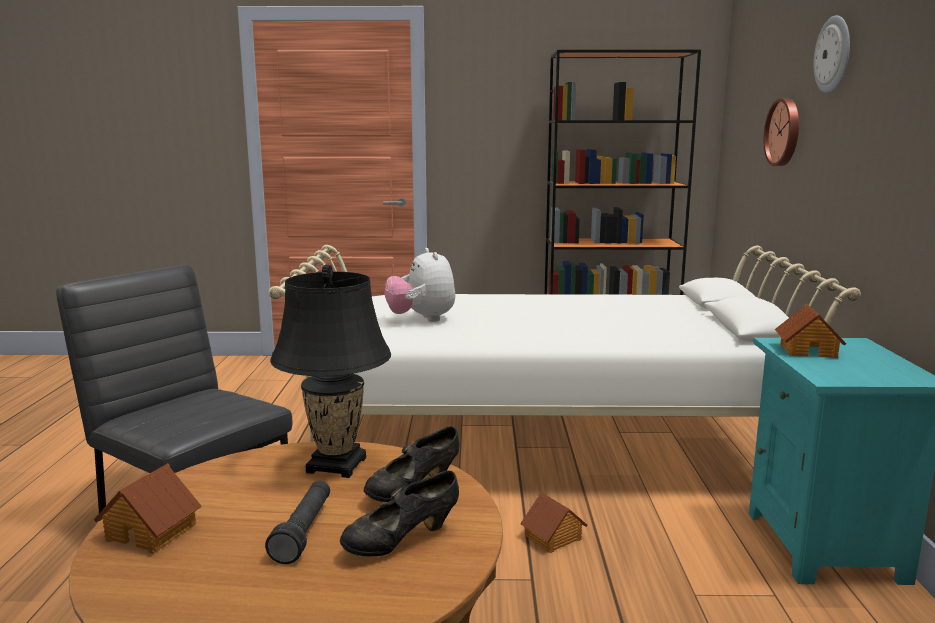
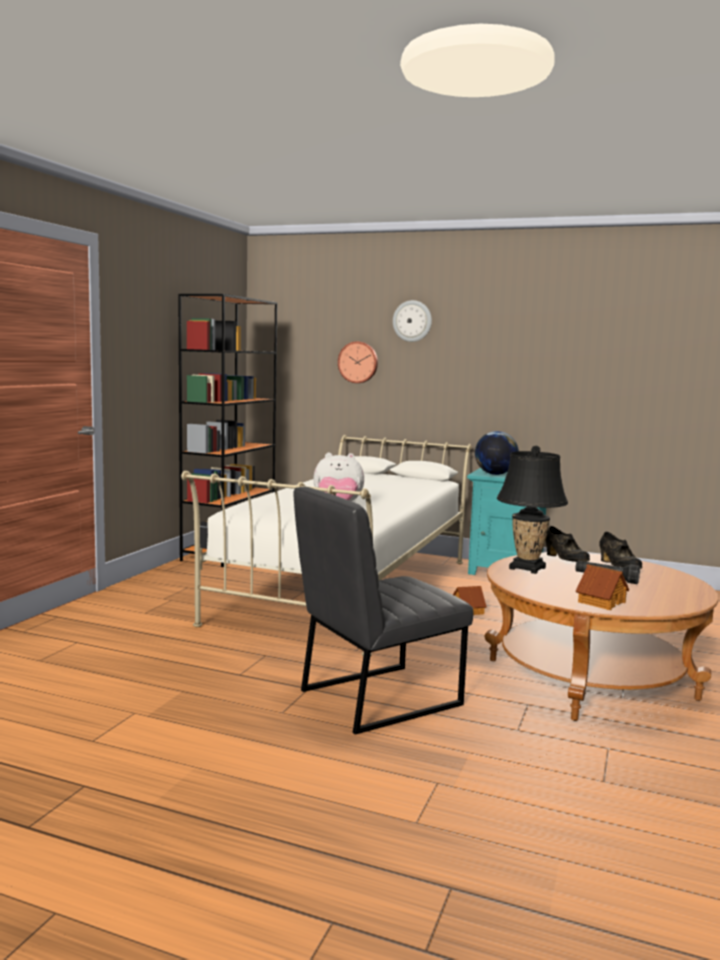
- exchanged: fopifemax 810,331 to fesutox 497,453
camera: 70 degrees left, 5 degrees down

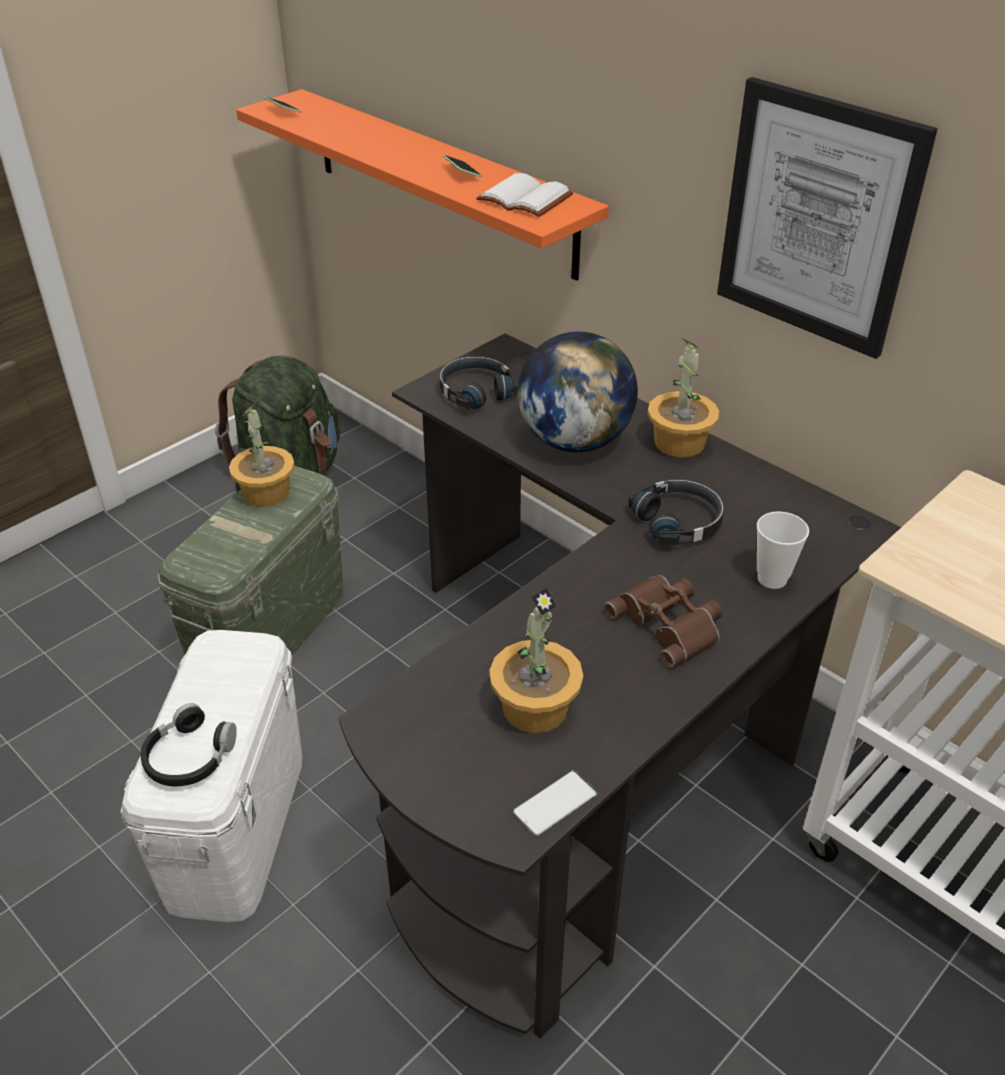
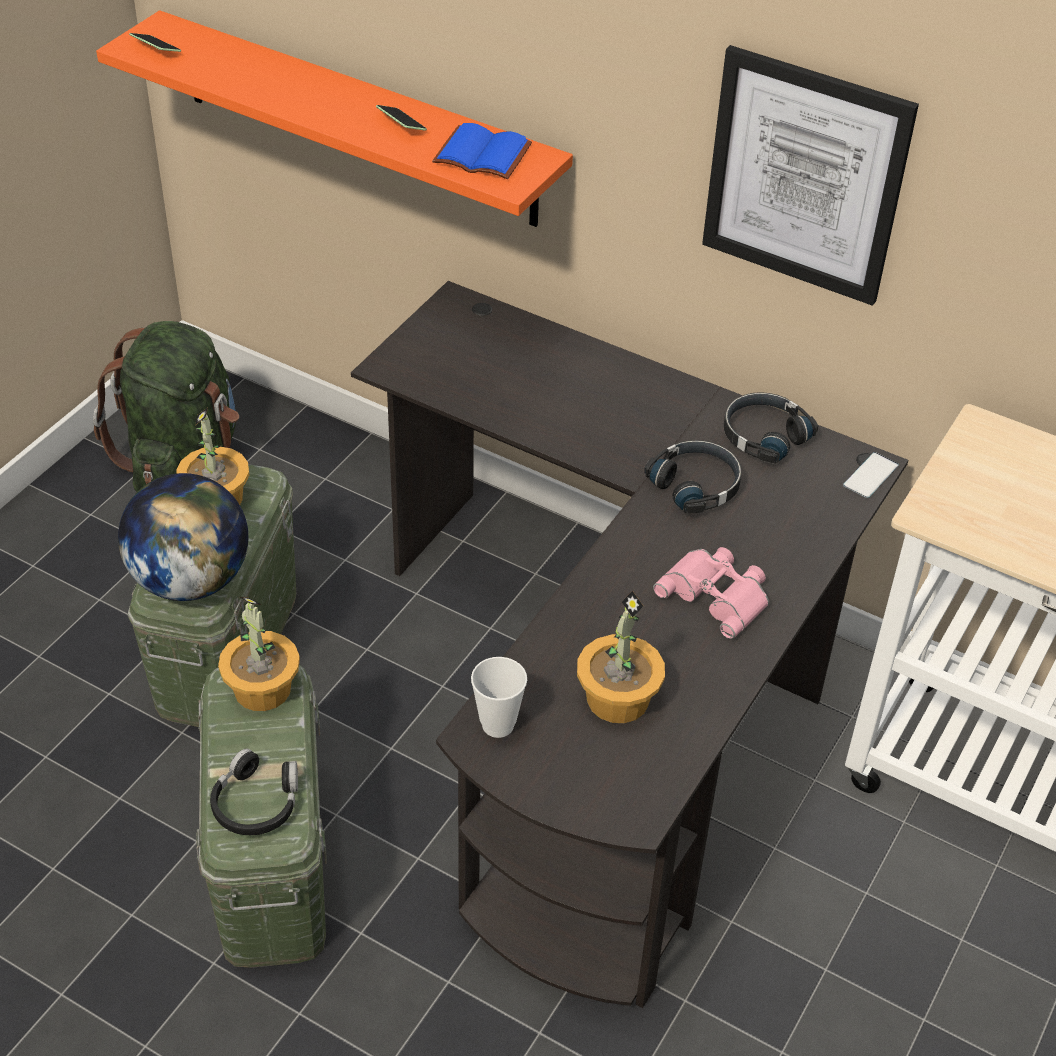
- relocated: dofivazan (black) 479,383 to 771,428
- relocated: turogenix 555,803 to 871,475
- relocated: fesutox 578,391 to 183,537
- relocated: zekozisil 683,398 to 259,654
- relocated: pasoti 783,550 to 499,697
- colour: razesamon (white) 211,776 to razesamon (green) 261,816
- colour: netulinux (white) 524,195 to netulinux (blue) 482,151
- colour: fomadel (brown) 663,621 to fomadel (pink) 711,593
camera: 15 degrees left, 5 degrees up

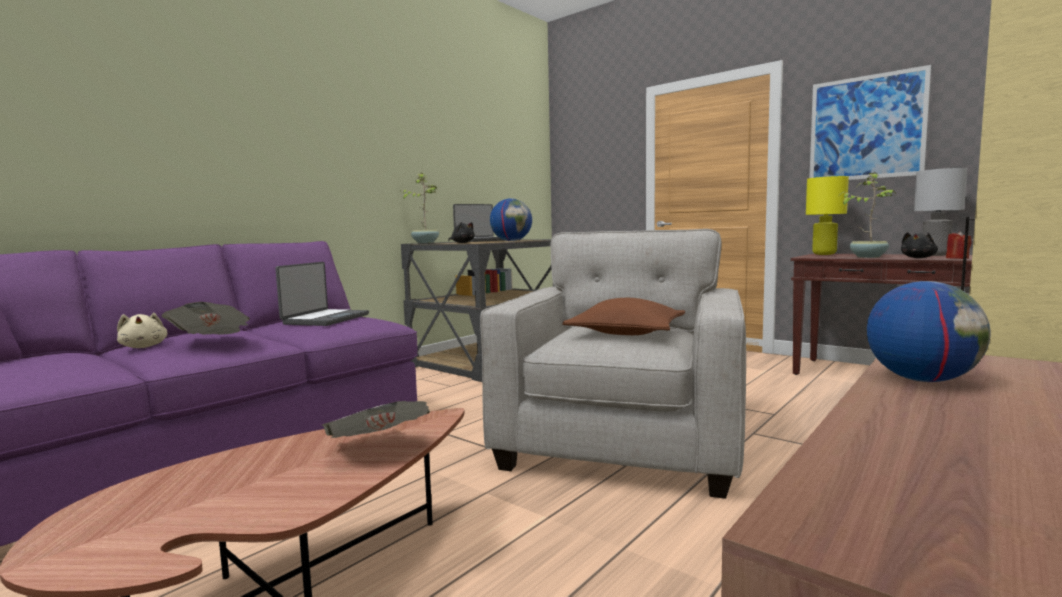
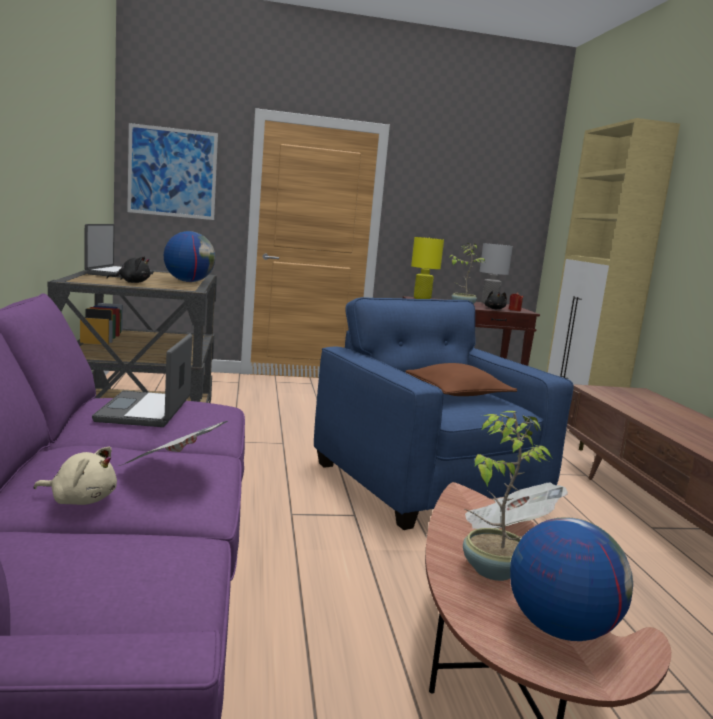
- relocated: zekozisil 421,208 to 508,496
- relocated: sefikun 870,122 to 172,171
- relocated: fesutox 928,331 to 571,579
- colour: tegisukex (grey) 613,364 to tegisukex (blue) 444,413
- spun: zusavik 322,294 = 142,380 150 degrees counterclockwise
camera: 50 degrees left, 5 degrees up

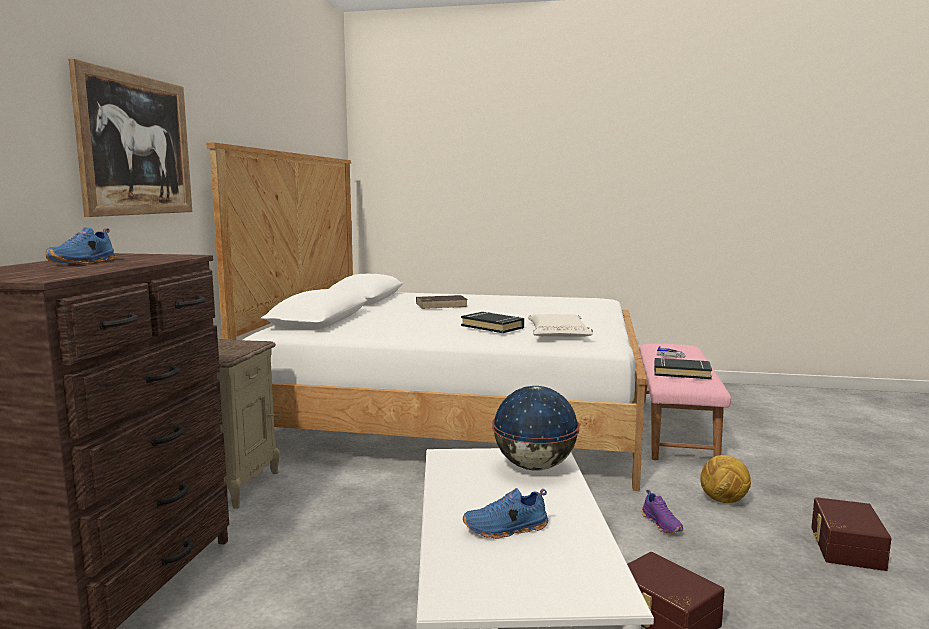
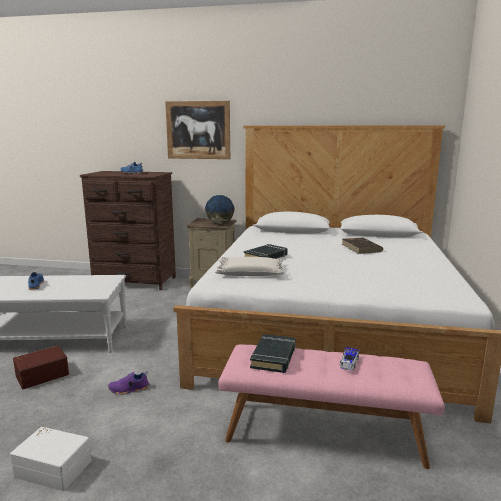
- missing: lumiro 725,479
- relocated: fesutox 536,428 to 220,209
- colour: razesamon (brown) 851,534 to razesamon (white) 51,459
camera: 90 degrees right, 5 degrees up

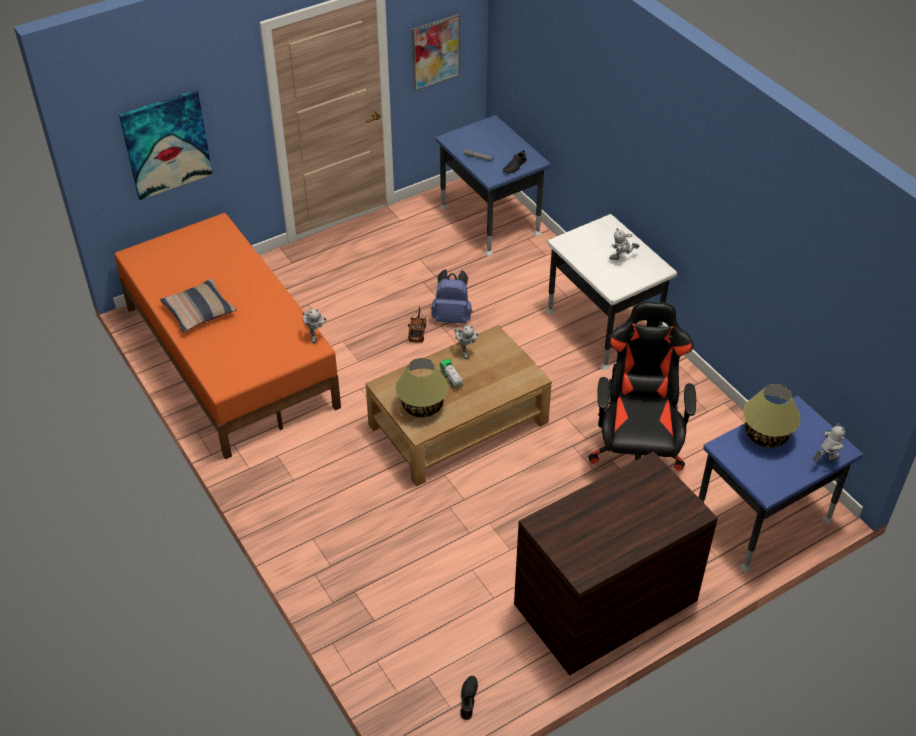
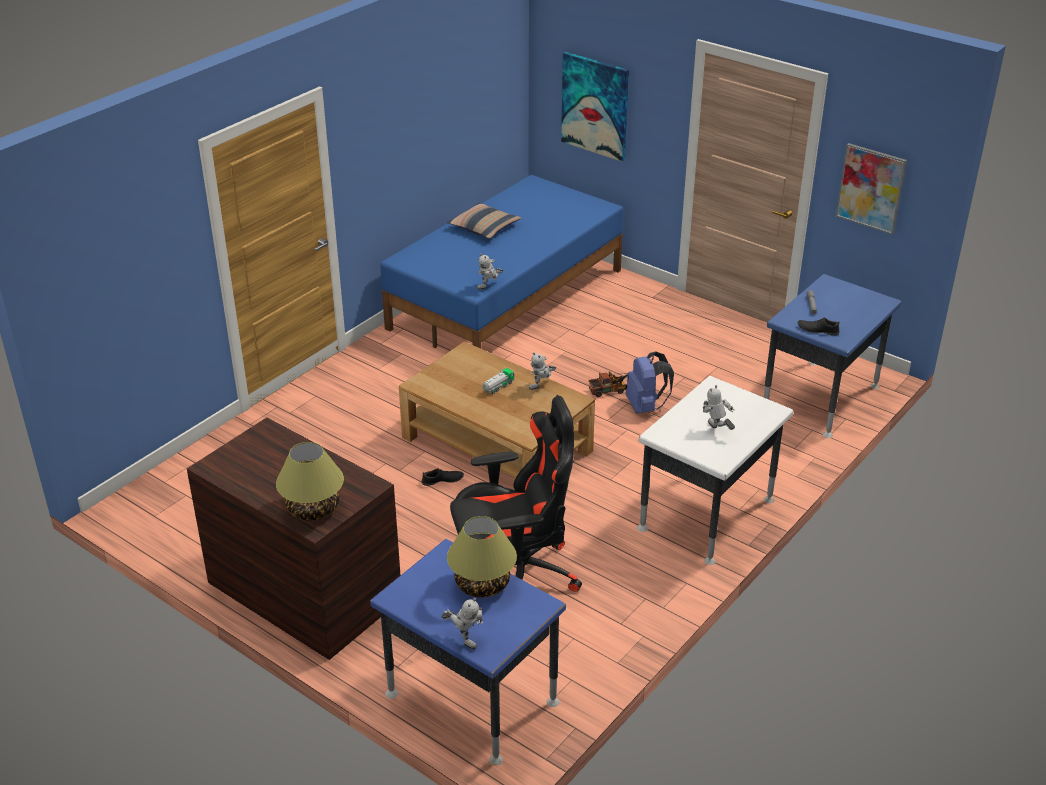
- relocated: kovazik 422,388 to 310,481
- relocated: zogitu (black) 469,698 to 443,477
- colour: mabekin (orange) 227,336 to mabekin (blue) 502,262
camera: 70 degrees right, 10 degrees down

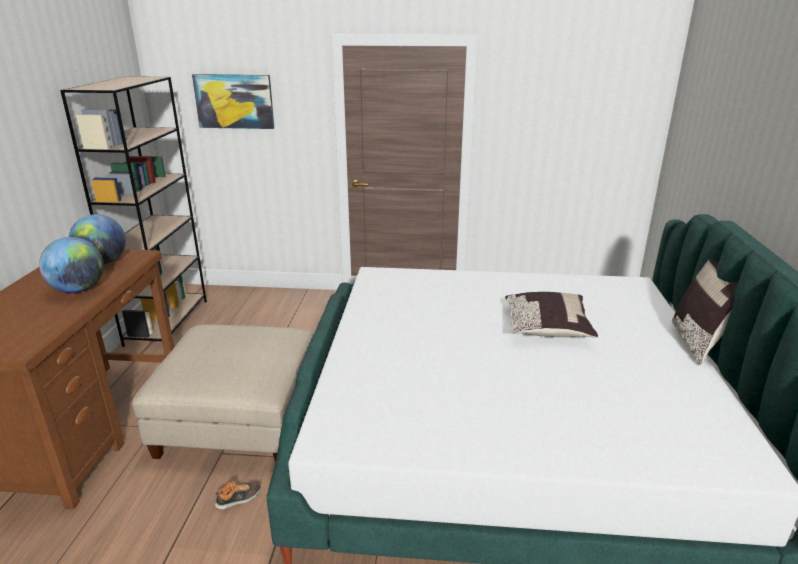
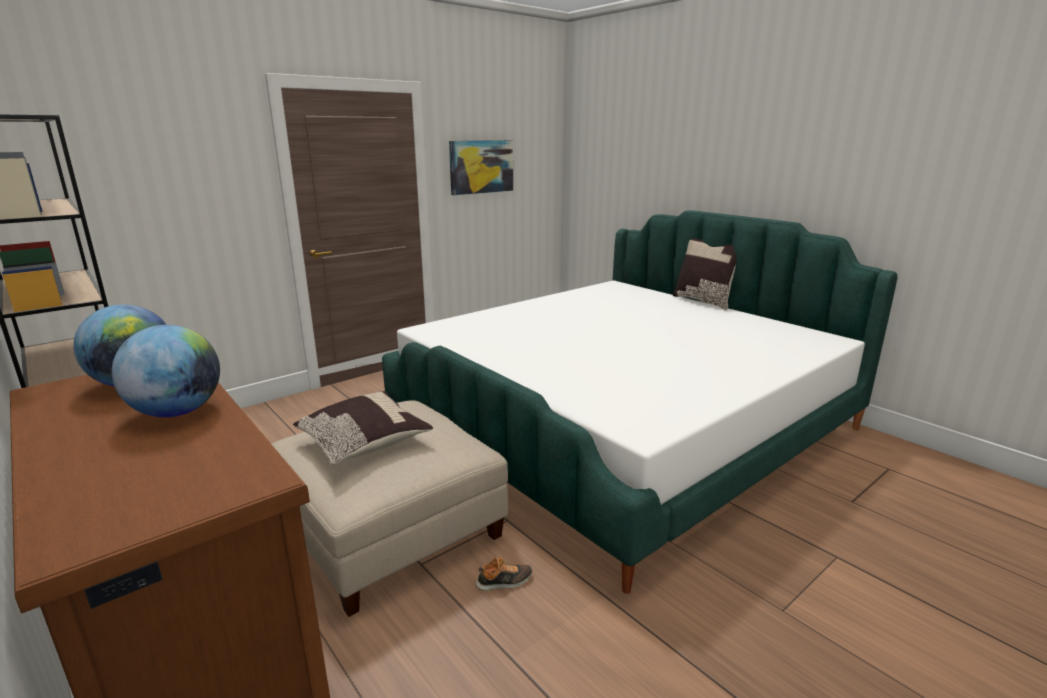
- relocated: sefikun 233,101 to 481,167
- relocated: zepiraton 551,314 to 363,428
- spun: zogitu 238,495 = 503,574 60 degrees clockwise
camera: 45 degrees left, 5 degrees down

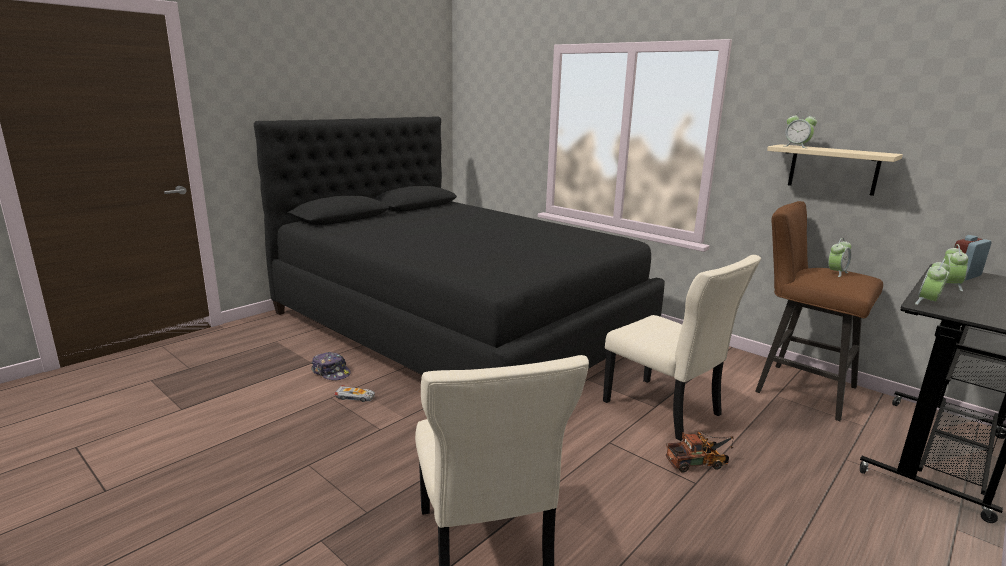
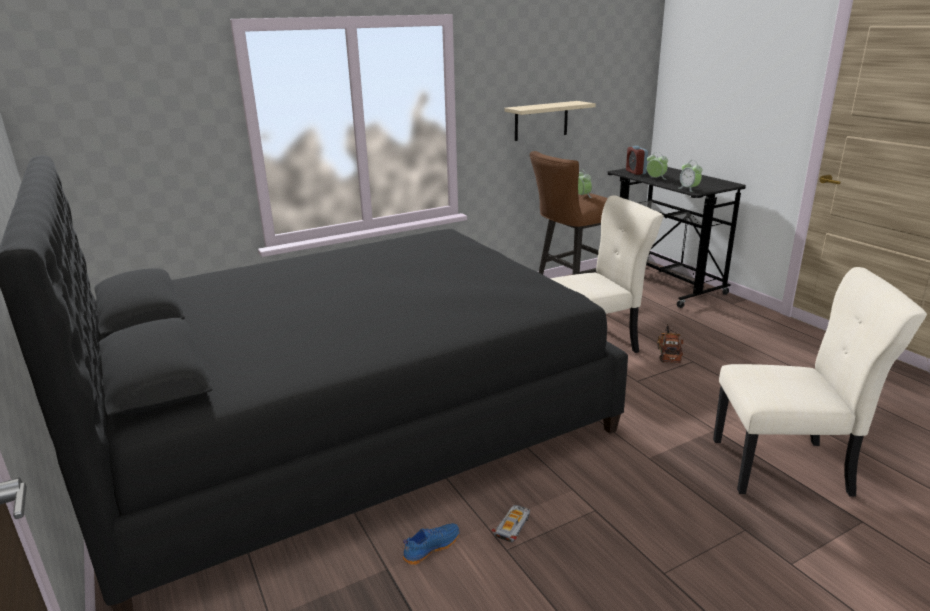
- missing: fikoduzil 801,129
- exchanged: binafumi 331,366 to zogitu (blue) 431,544
camera: 70 degrees left, 5 degrees up

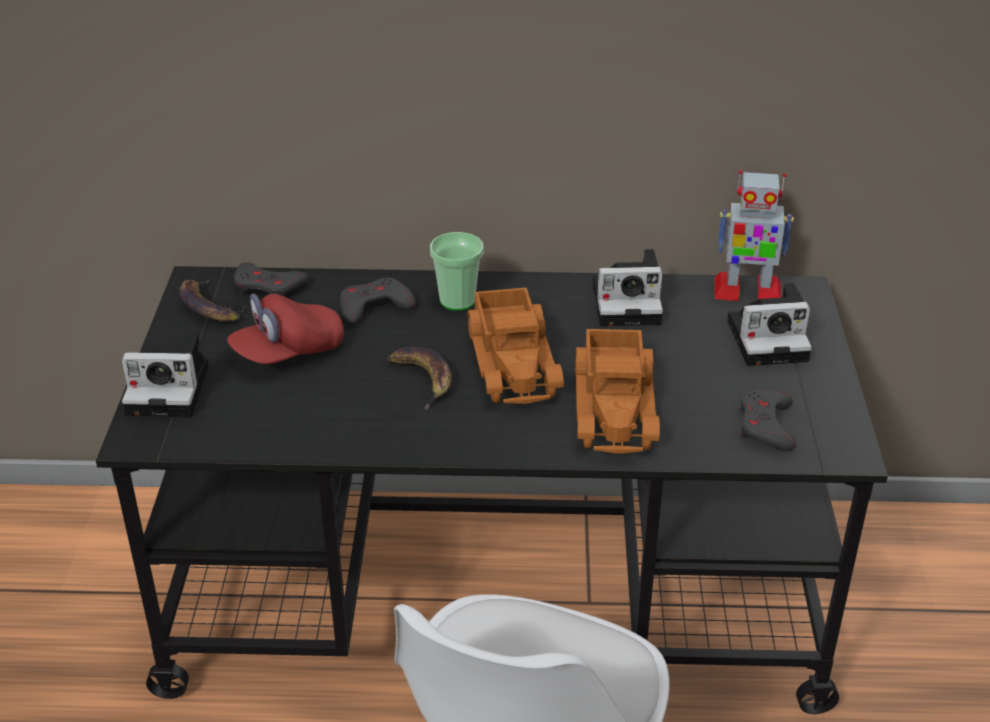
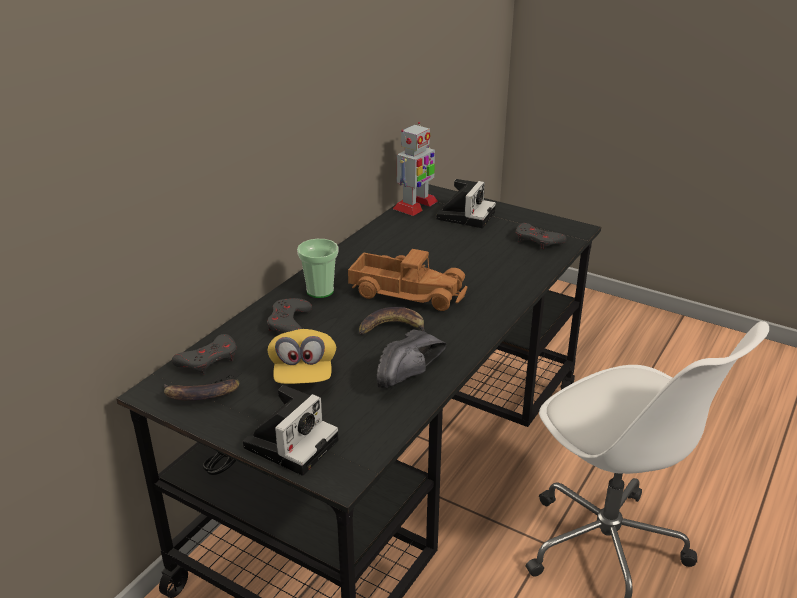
- missing: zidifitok 617,391
- missing: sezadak 628,287
- appeared: zogitu (black) 411,358
- colour: binafumi (red) 285,328 to binafumi (yellow) 302,356
camera: 60 degrees left, 5 degrees down

